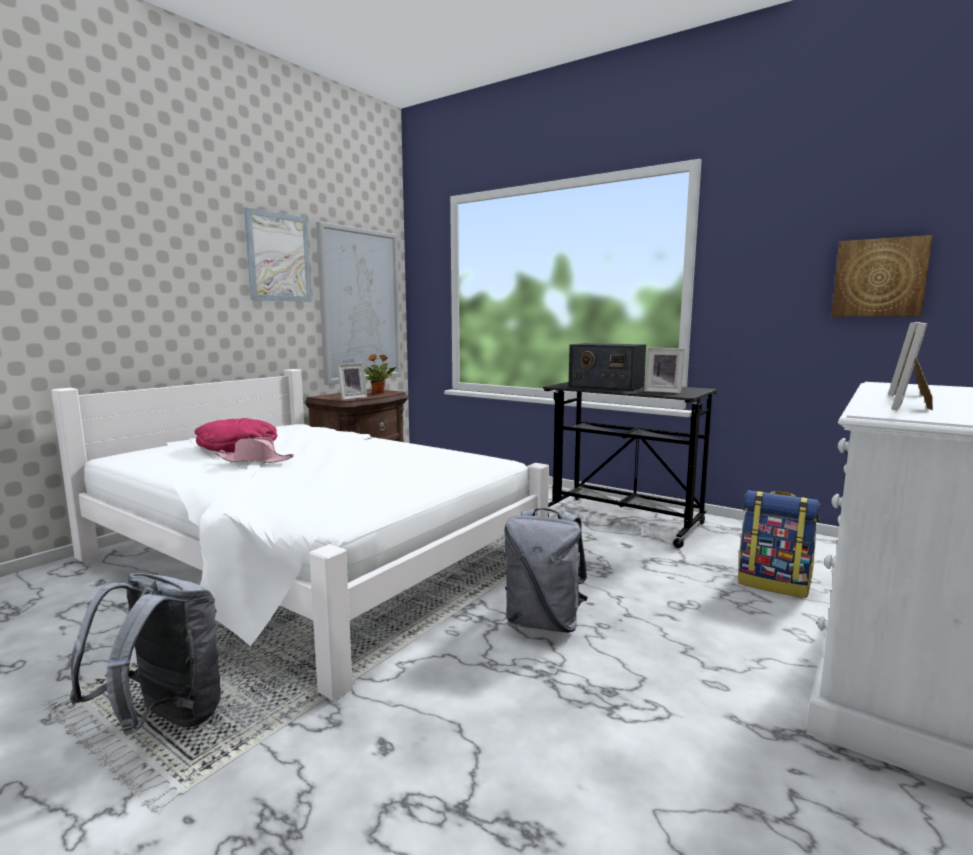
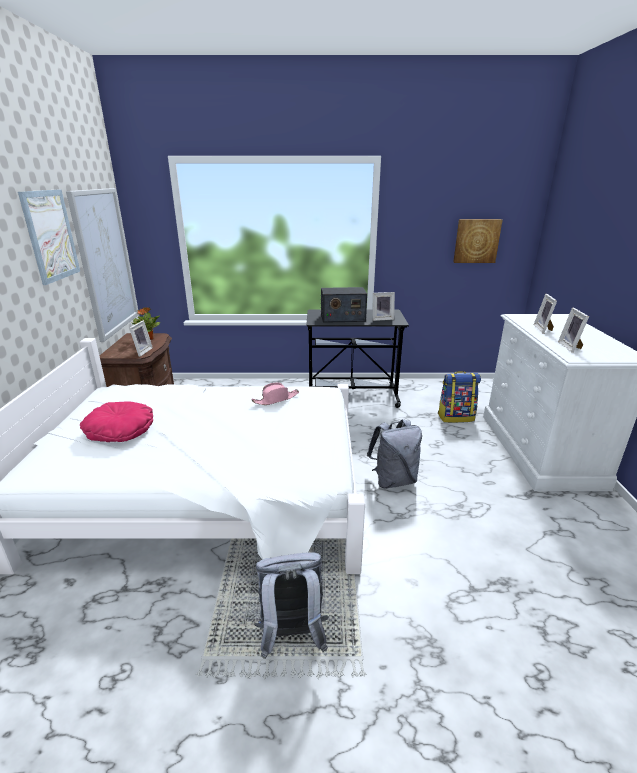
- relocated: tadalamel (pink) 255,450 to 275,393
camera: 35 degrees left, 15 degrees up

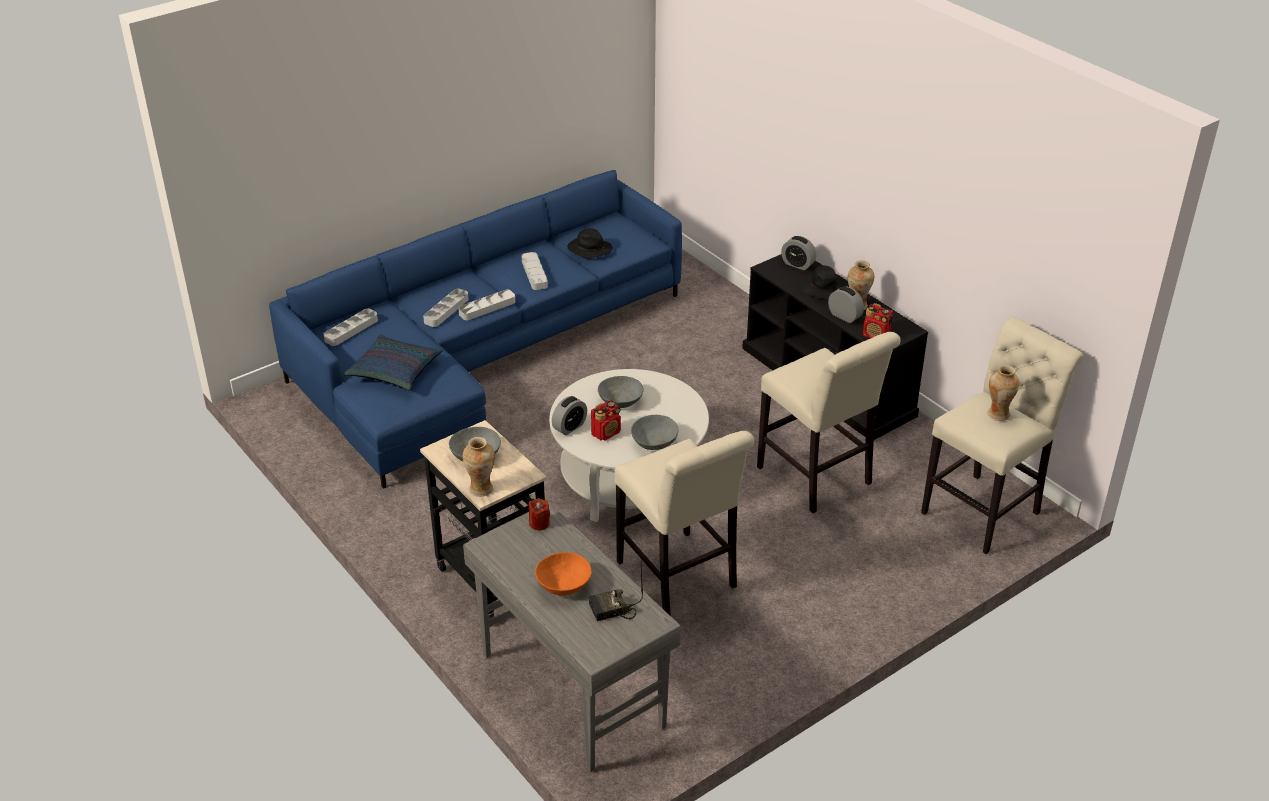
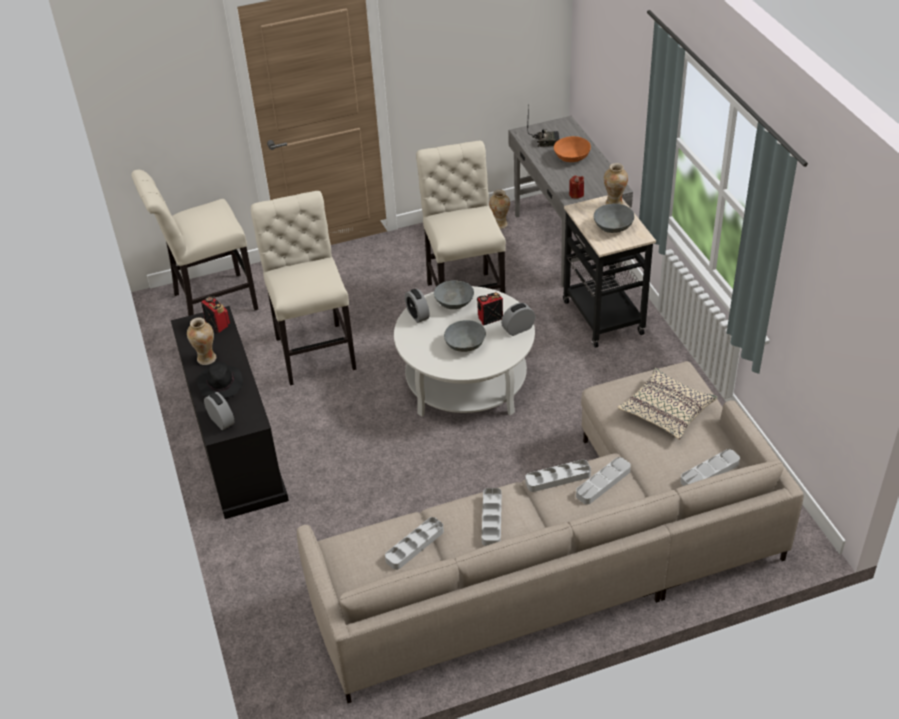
- relocated: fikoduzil 846,304 to 417,306
- relocated: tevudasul 1004,393 to 499,209
- exchanged: tadalamel (black) 590,243 to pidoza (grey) 414,543
- colour: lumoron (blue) 475,329 to lumoron (beige) 550,532
- colour: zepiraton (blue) 393,362 to zepiraton (beige) 668,404
camera: 160 degrees left, 5 degrees up

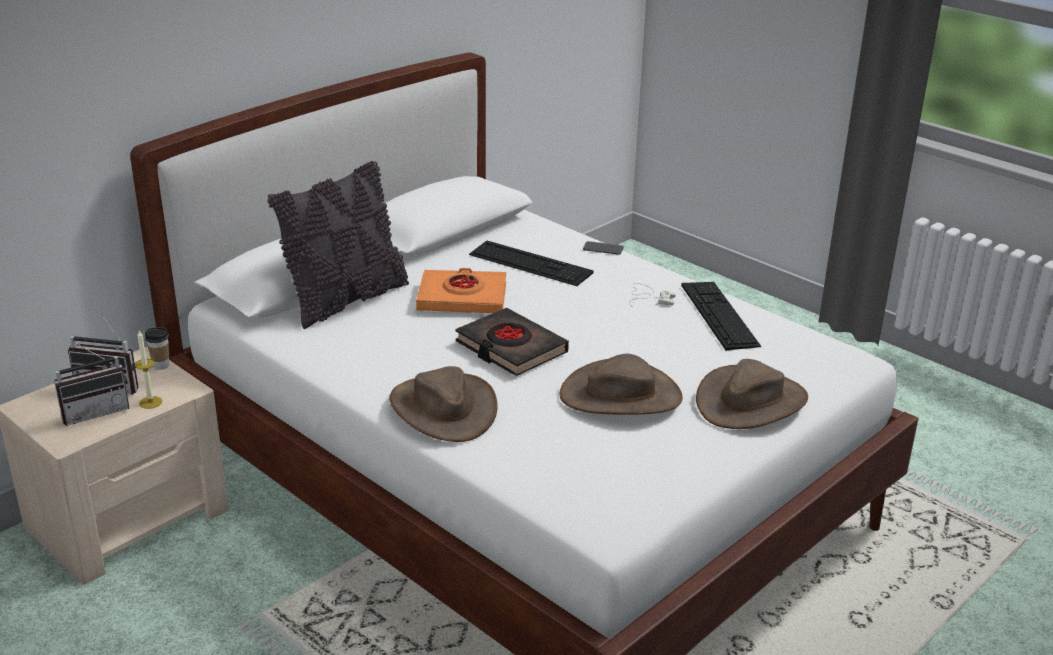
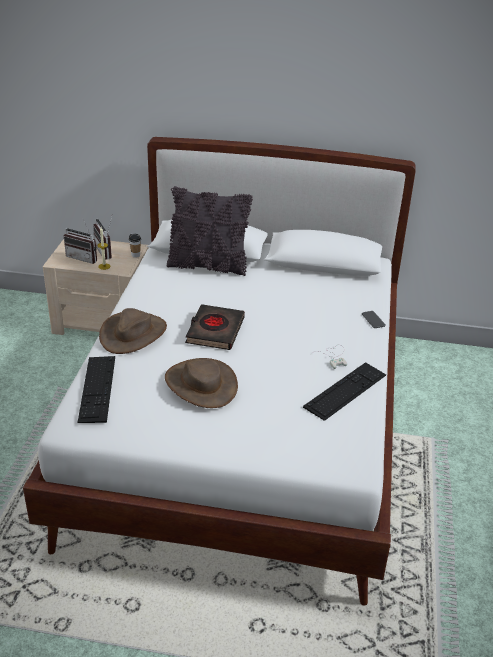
- missing: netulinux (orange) 461,290
- missing: tadalamel (brown) 752,394
- relocated: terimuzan 531,263 to 96,389
camera: 55 degrees right, 5 degrees up

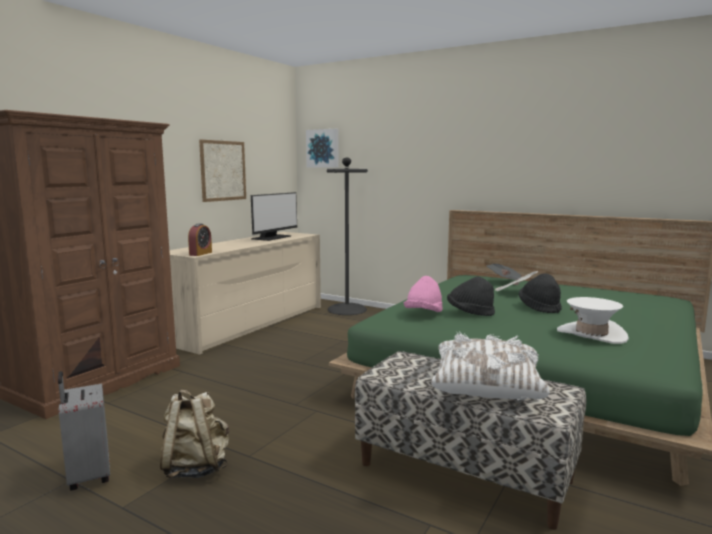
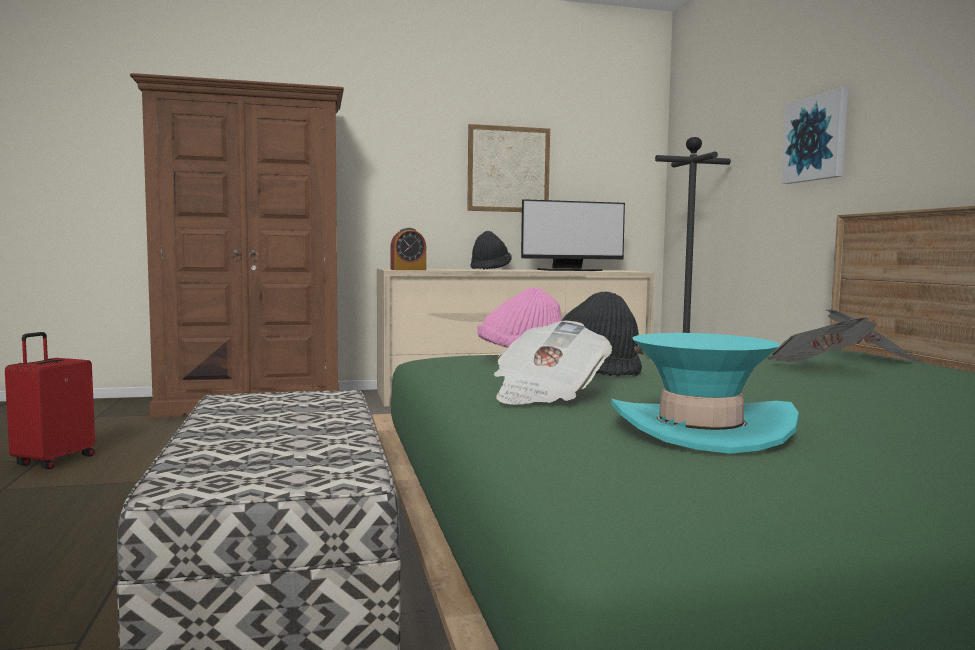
- missing: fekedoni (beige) 194,434
- missing: zepiraton (white) 490,366
- appeared: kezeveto 553,363
- relocated: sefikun 322,148 to 815,135
- relocated: tadalamel (black) 540,293 to 491,250
- colour: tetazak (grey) 84,431 to tetazak (red) 50,400
- colour: tadalamel (white) 593,320 to tadalamel (turquoise) 705,393
camera: 45 degrees right, 5 degrees down

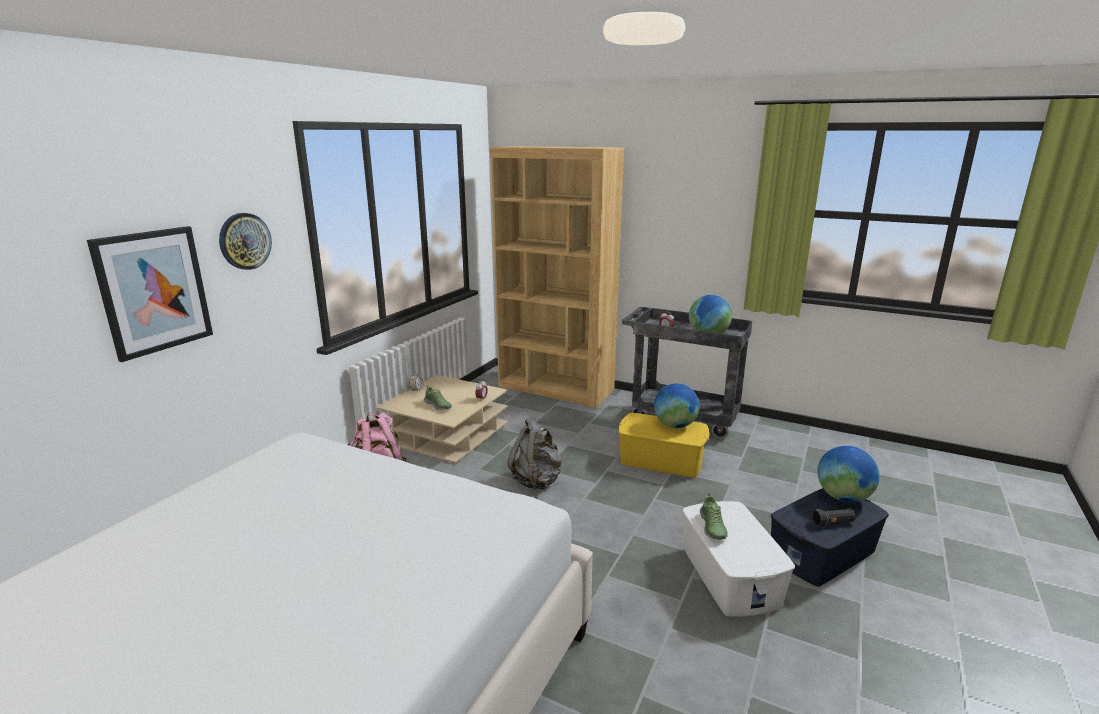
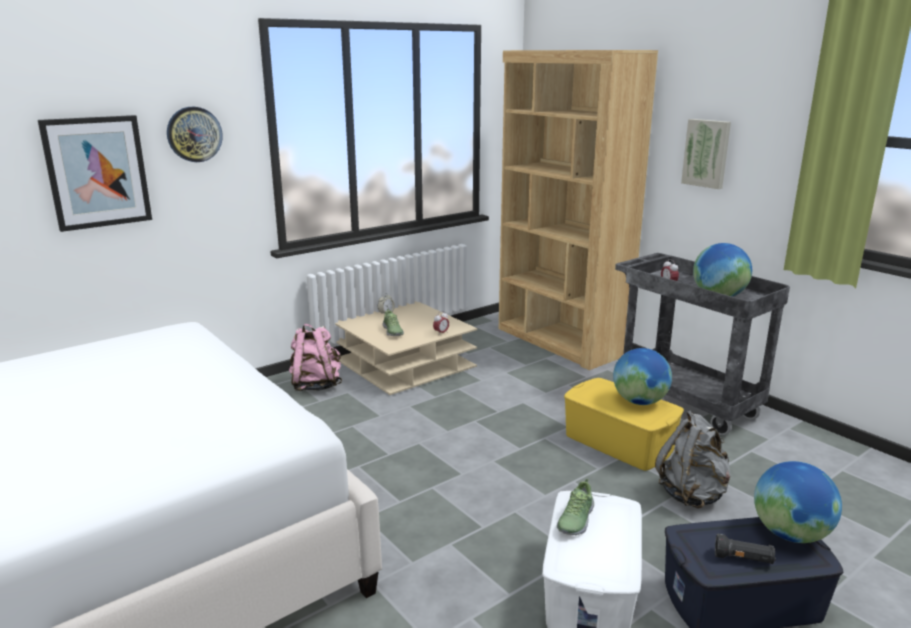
- appeared: sefikun 706,154
- relocated: fekedoni (grey) 535,454 to 693,459
camera: 25 degrees right, 0 degrees up

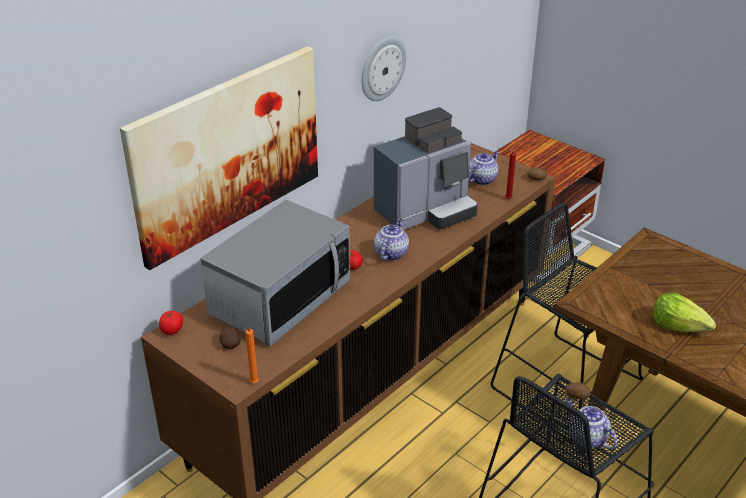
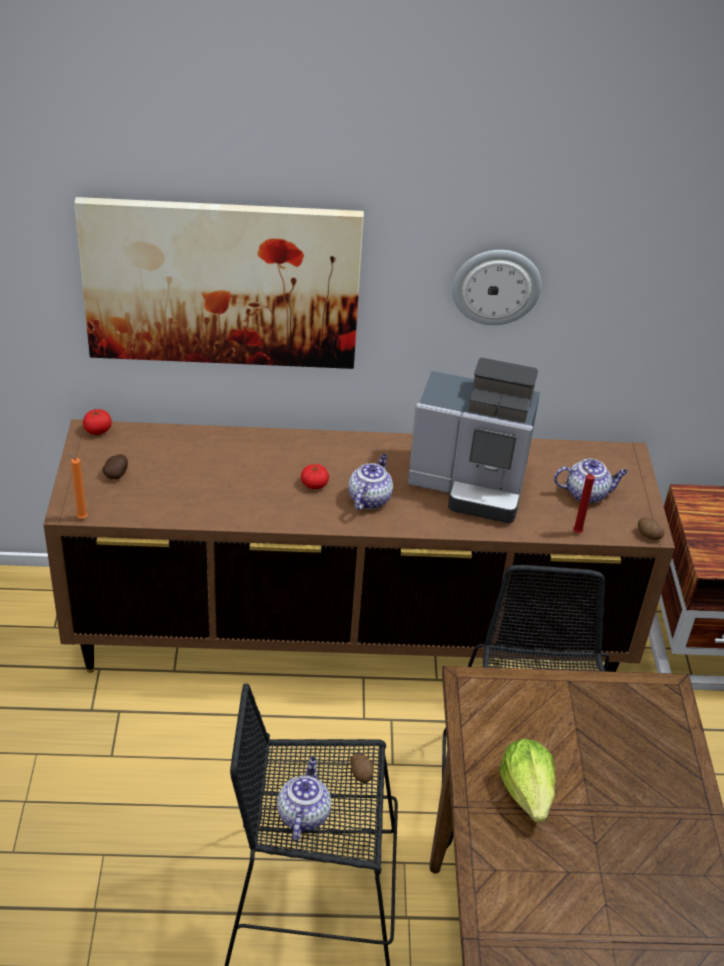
- missing: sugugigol 275,272
- spun: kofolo 391,239 = 370,482 45 degrees counterclockwise
camera: 45 degrees right, 5 degrees up

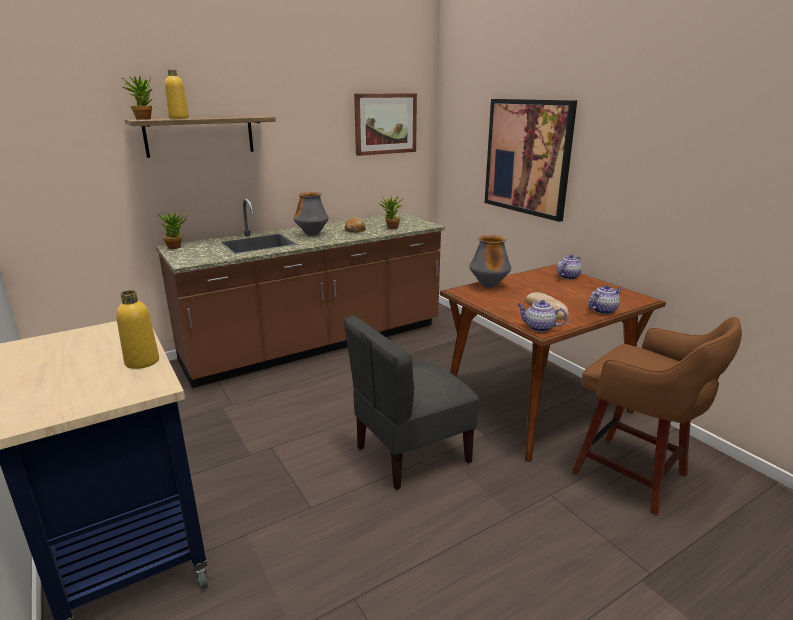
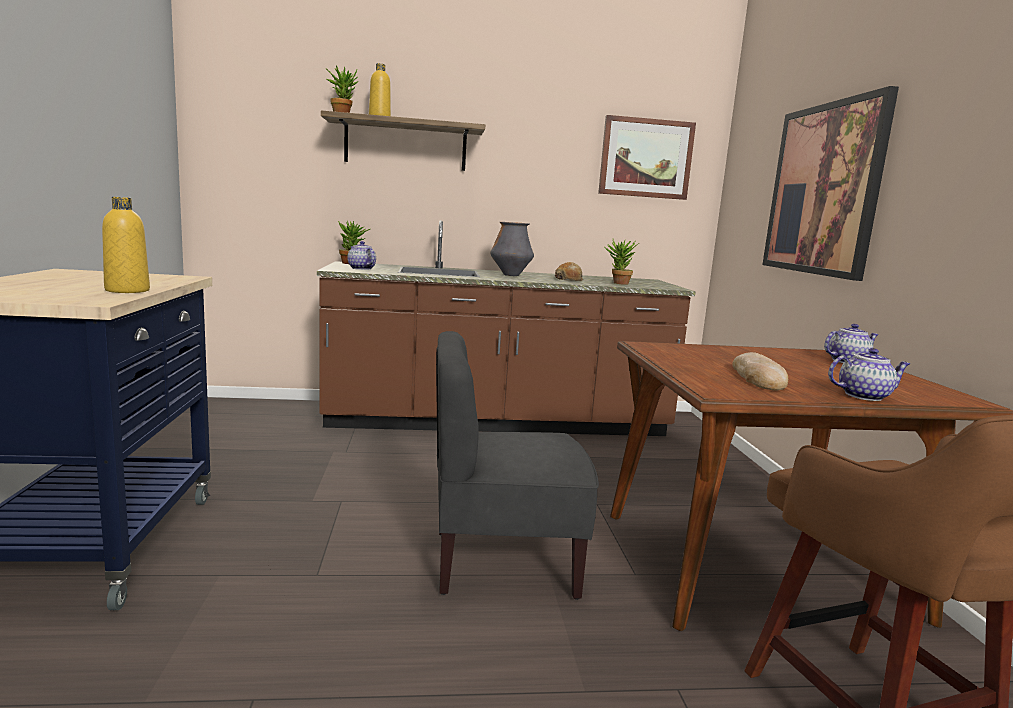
- missing: tevudasul 490,261
- relocated: kofolo 542,316 to 361,255
camera: 25 degrees right, 10 degrees down

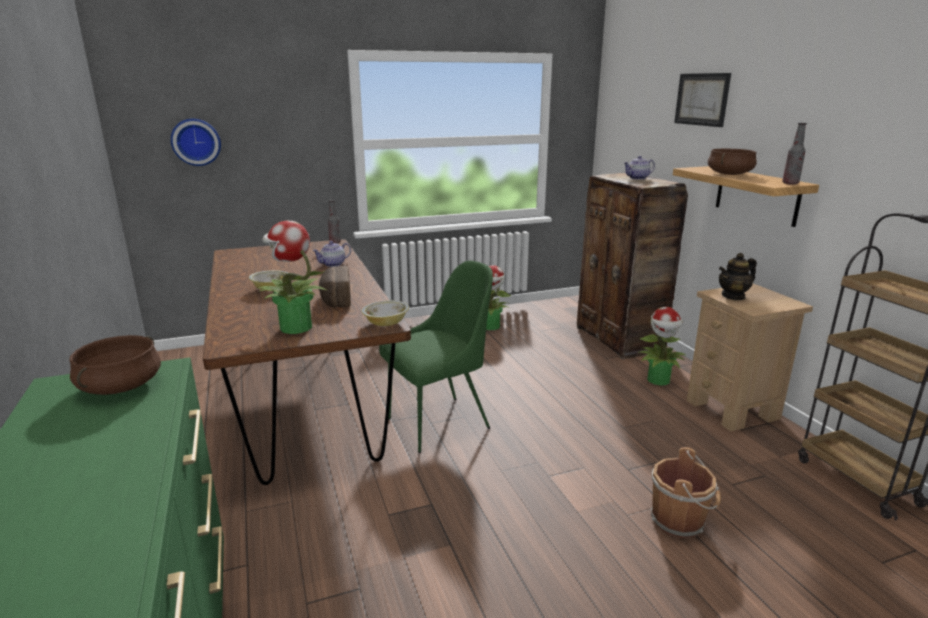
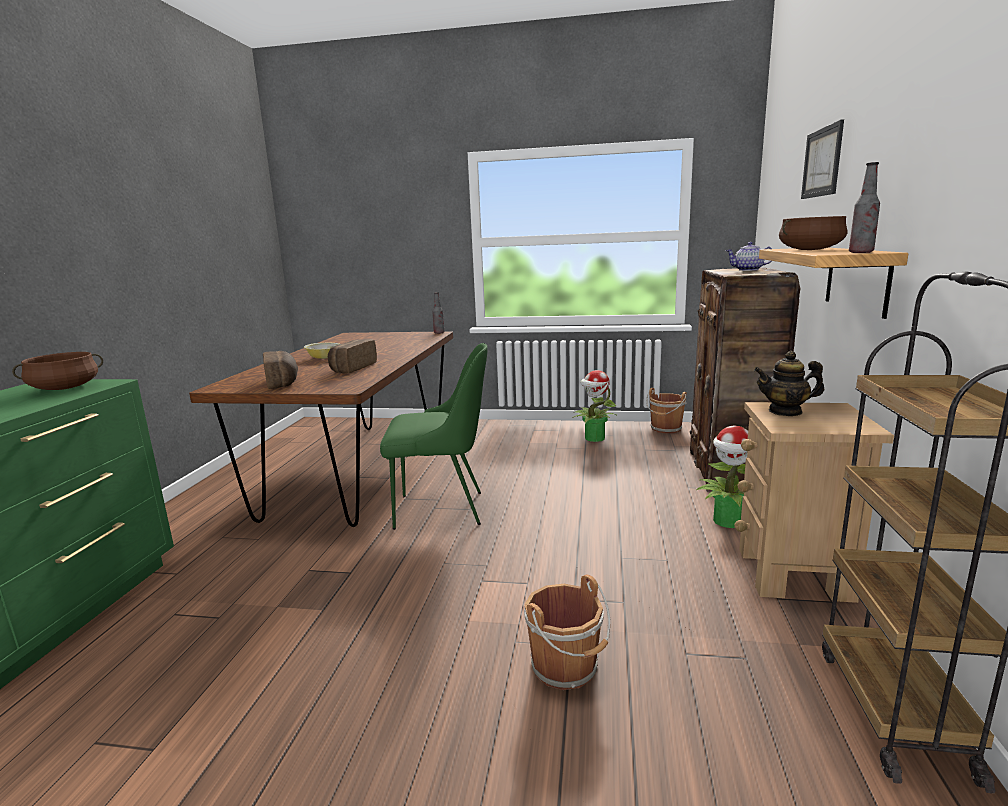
- missing: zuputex 196,142
- missing: kofolo 331,254
- missing: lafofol 385,313
- appeared: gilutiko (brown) 666,410
- exchanged: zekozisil 291,277 to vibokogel 280,370
camera: 30 degrees right, 5 degrees down

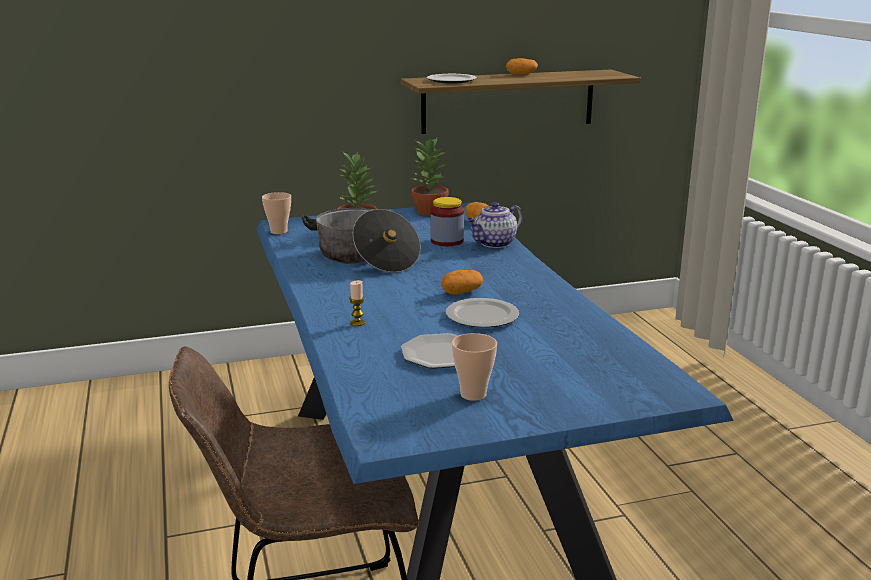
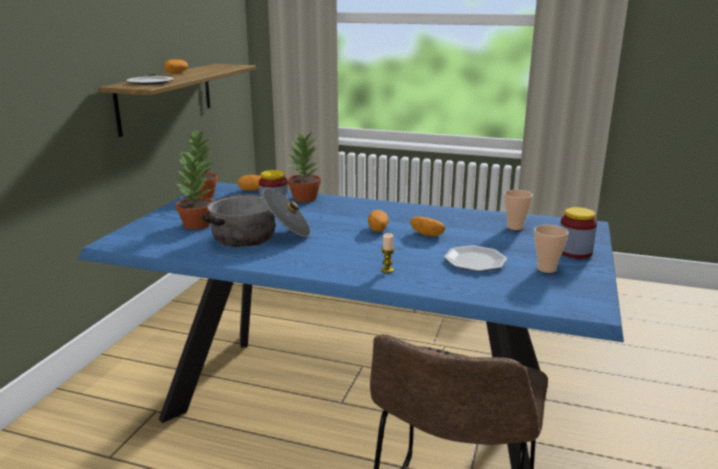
- appeared: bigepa 578,233
- relocated: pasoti 276,213 to 518,210
- exchanged: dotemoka 482,313 to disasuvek 427,226
- exchanged: kofolo 495,225 to zekozisil 303,166
camera: 55 degrees left, 0 degrees up

